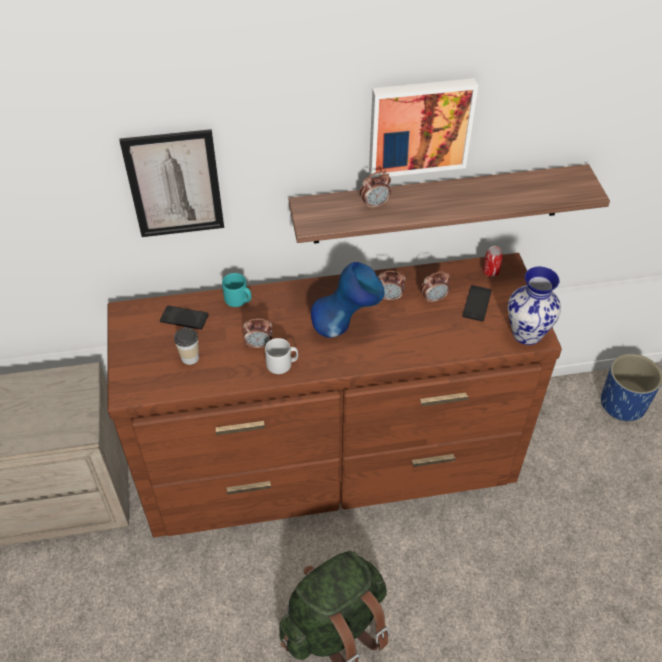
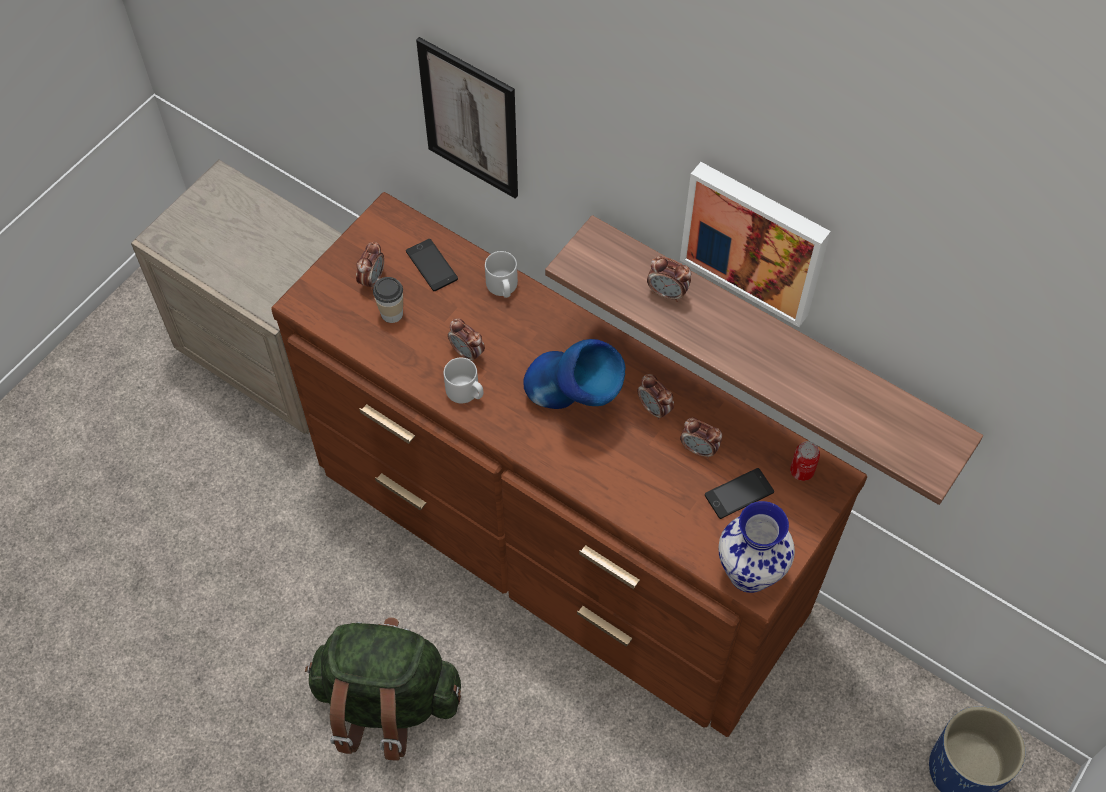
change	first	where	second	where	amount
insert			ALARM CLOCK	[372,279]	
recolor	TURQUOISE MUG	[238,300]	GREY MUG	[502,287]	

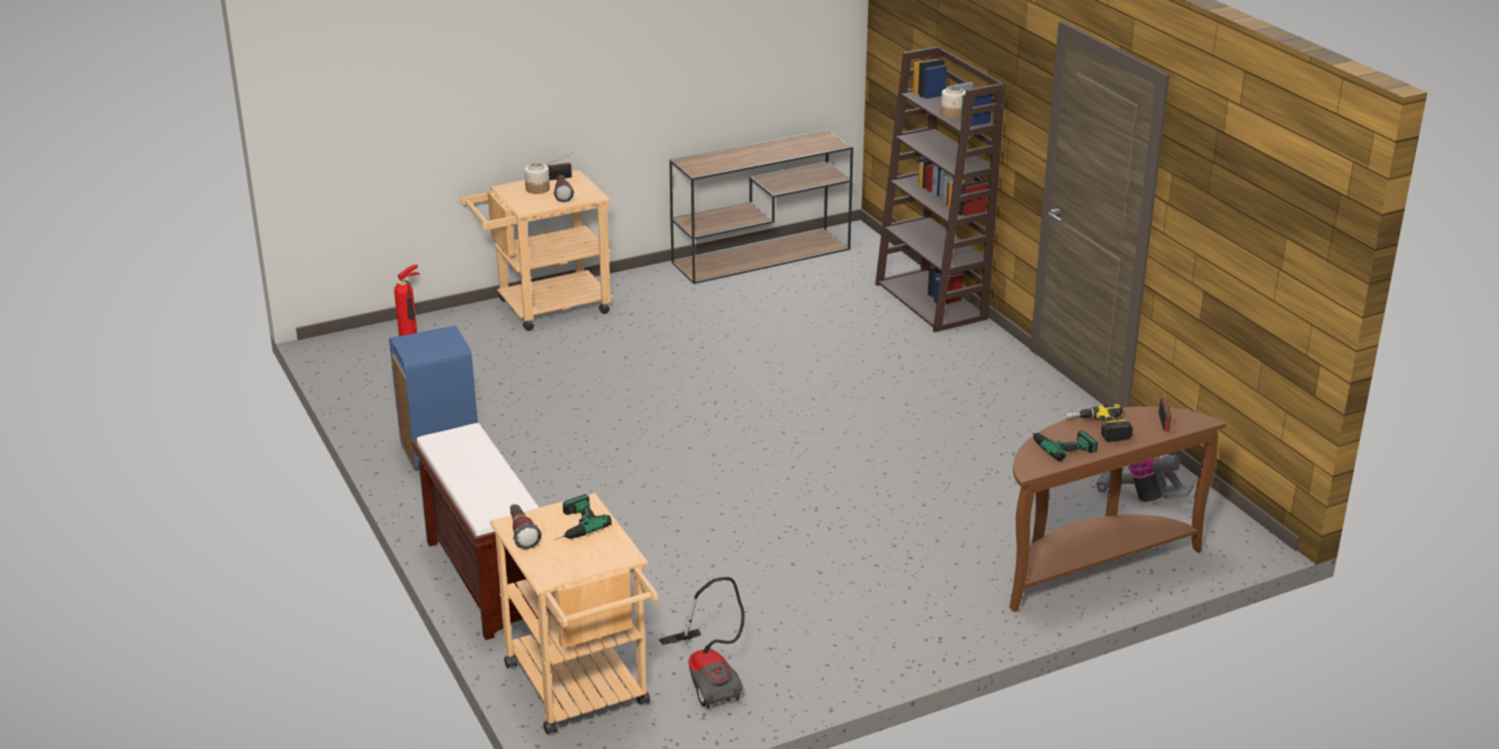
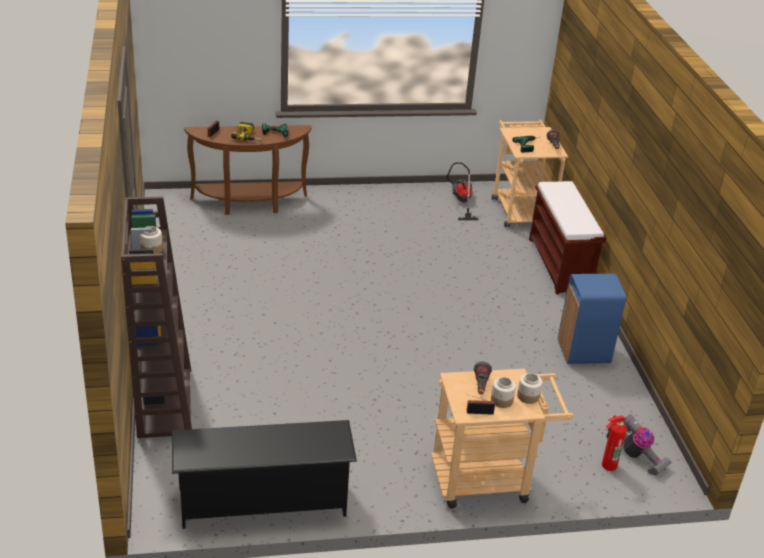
change	first	where	second	where	amount
replace	BROWN CONSOLE TABLE	[763,255]	BLACK SHOE RACK	[263,502]	
insert			JAR	[528,396]	
move	VACUUM CLEANER	[1141,497]		[636,456]	

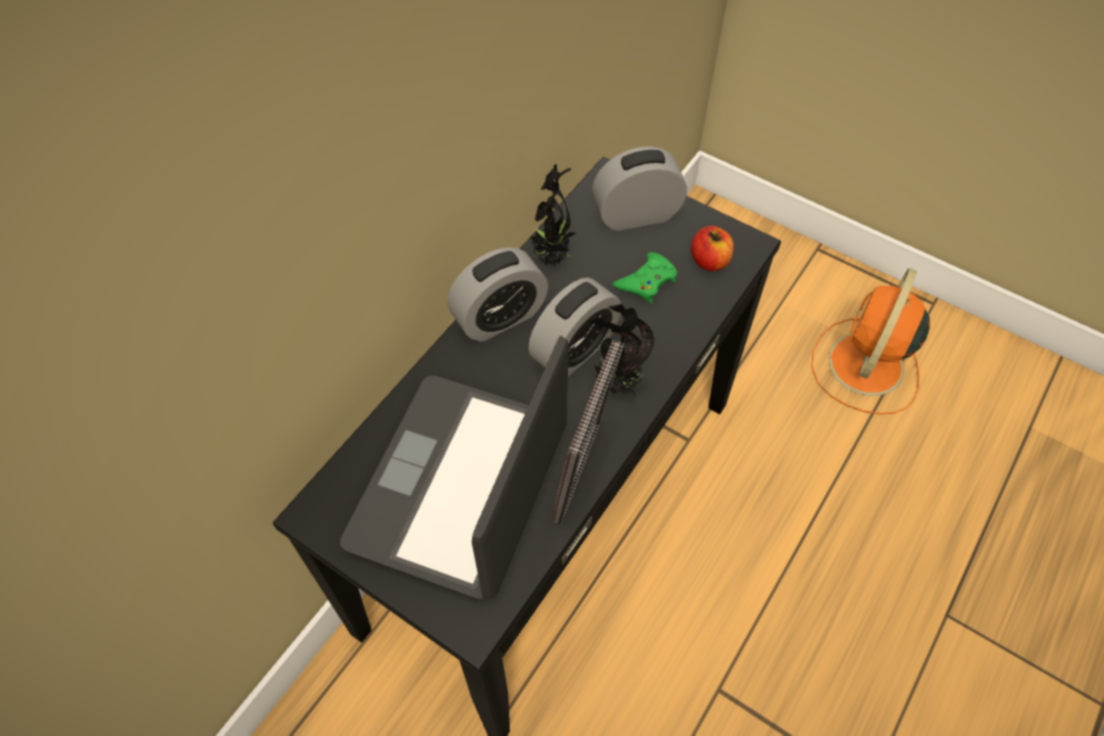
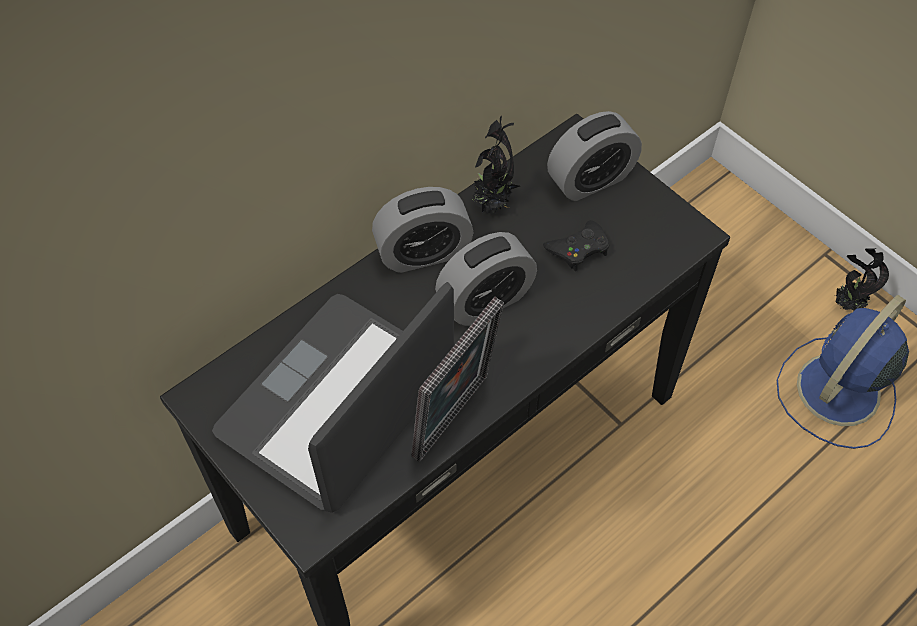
change	first	where	second	where	amount
recolor	GREEN GAME CONTROLLER	[646,281]	BLACK GAME CONTROLLER	[578,249]	
rotate	ALARM CLOCK	[636,215]		[590,180]	150 degrees clockwise
recolor	ORANGE FAN	[864,367]	BLUE FAN	[836,392]	
move	POTTED PLANT	[615,385]		[846,305]	
delete	APPLE	[709,261]			

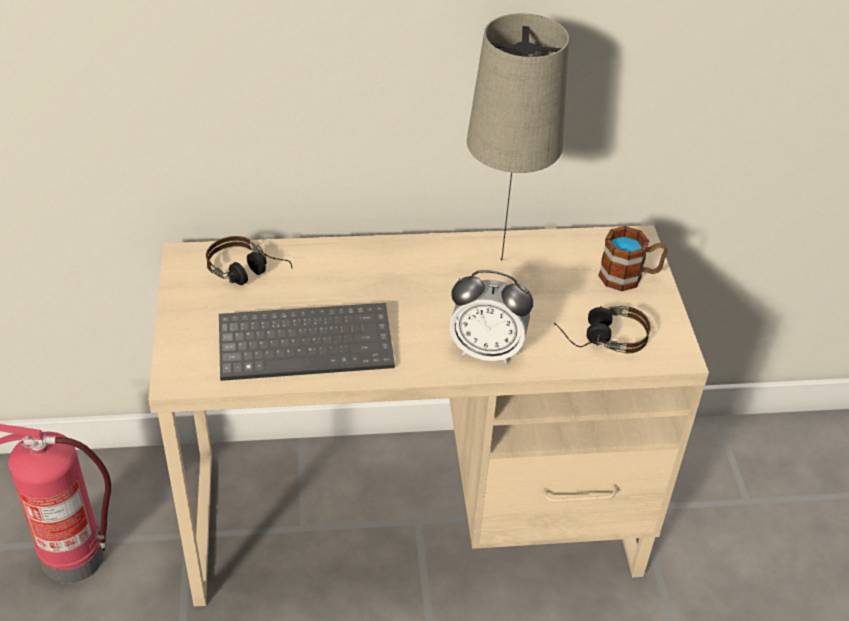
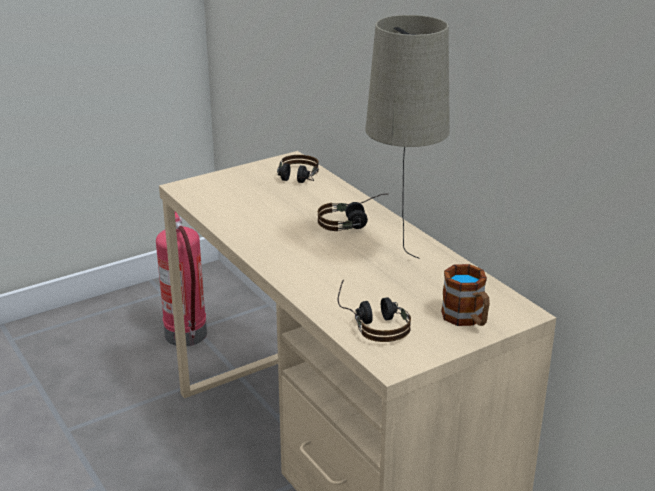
change	first	where	second	where	amount
insert			HEADPHONES	[354,222]	
delete	KEYBOARD	[308,342]			
delete	ALARM CLOCK	[486,350]			

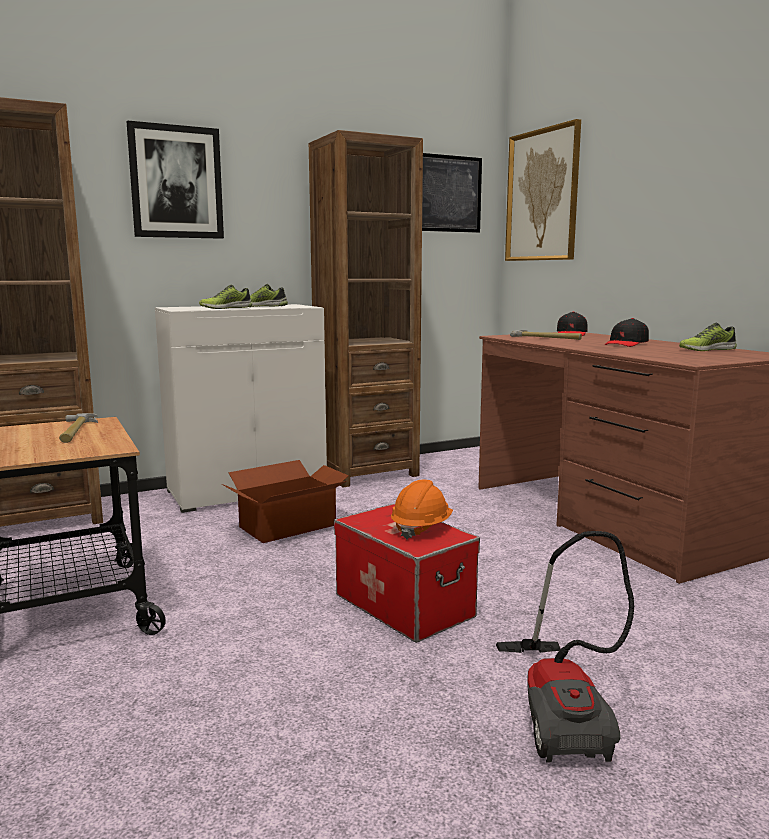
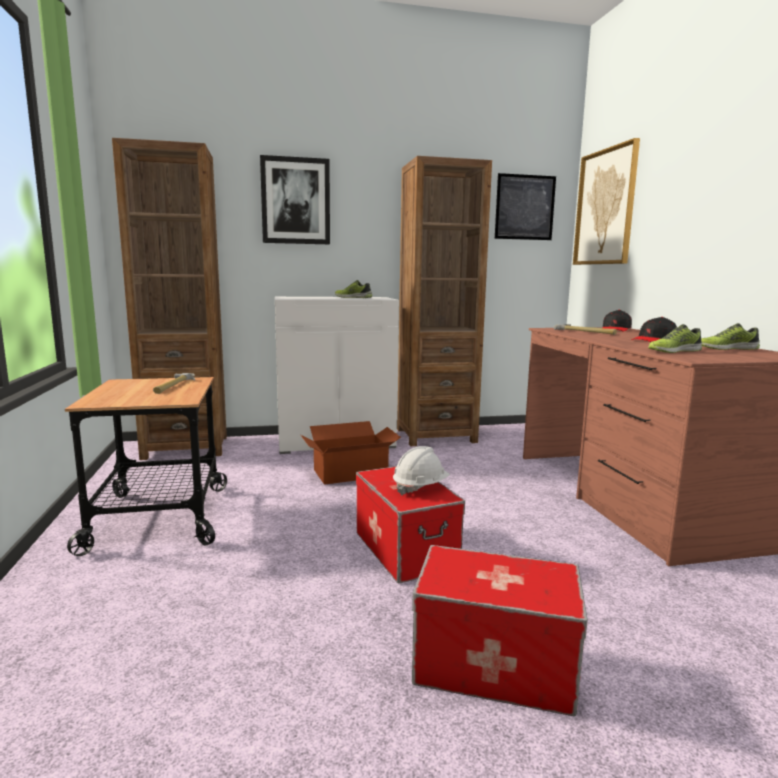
change	first	where	second	where	amount
recolor	ORANGE HARD HAT	[421,528]	WHITE HARD HAT	[420,487]	
replace	VACUUM CLEANER	[563,710]	STORAGE BOX	[493,667]	
move	SHOE	[225,308]		[673,351]	

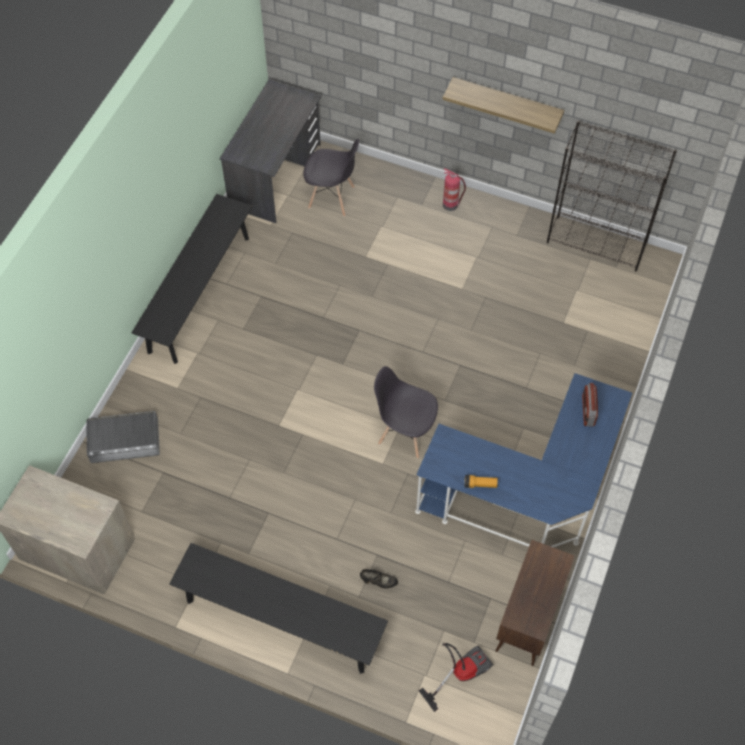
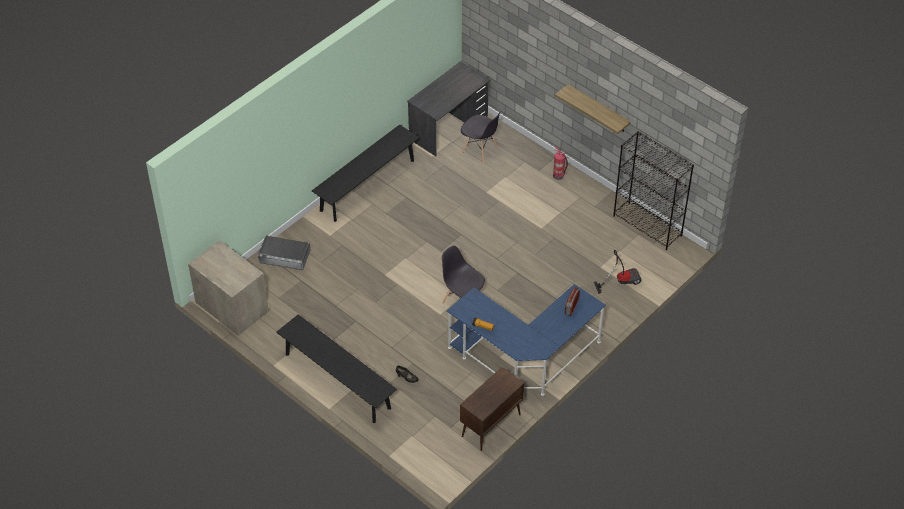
change	first	where	second	where	amount
move	VACUUM CLEANER	[460,672]		[621,280]	

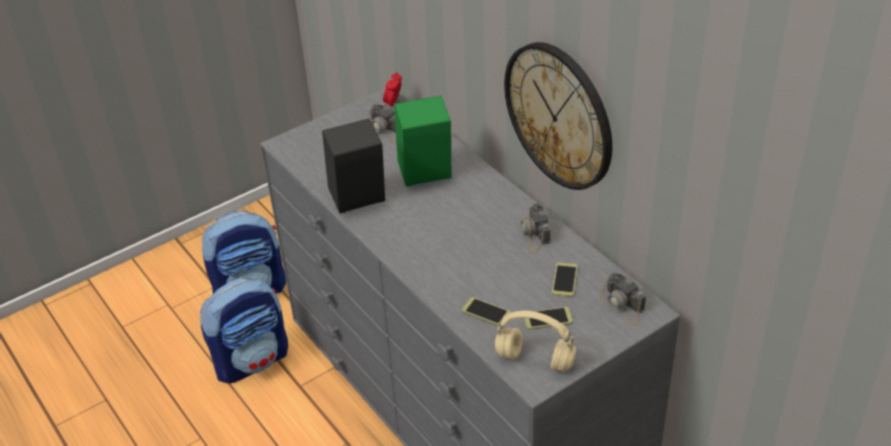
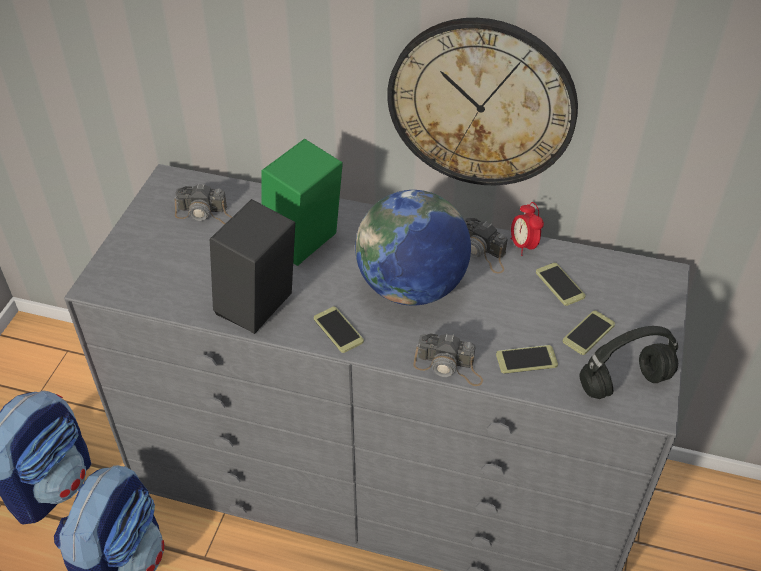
change	first	where	second	where	amount
insert			PHONE	[338,330]	
insert			GLOBE	[411,287]	
move	PHOTO CAMERA	[623,305]		[449,367]	
move	ALARM CLOCK	[393,104]		[523,246]	
recolor	BEIGE HEADPHONES	[536,360]	BLACK HEADPHONES	[625,382]	

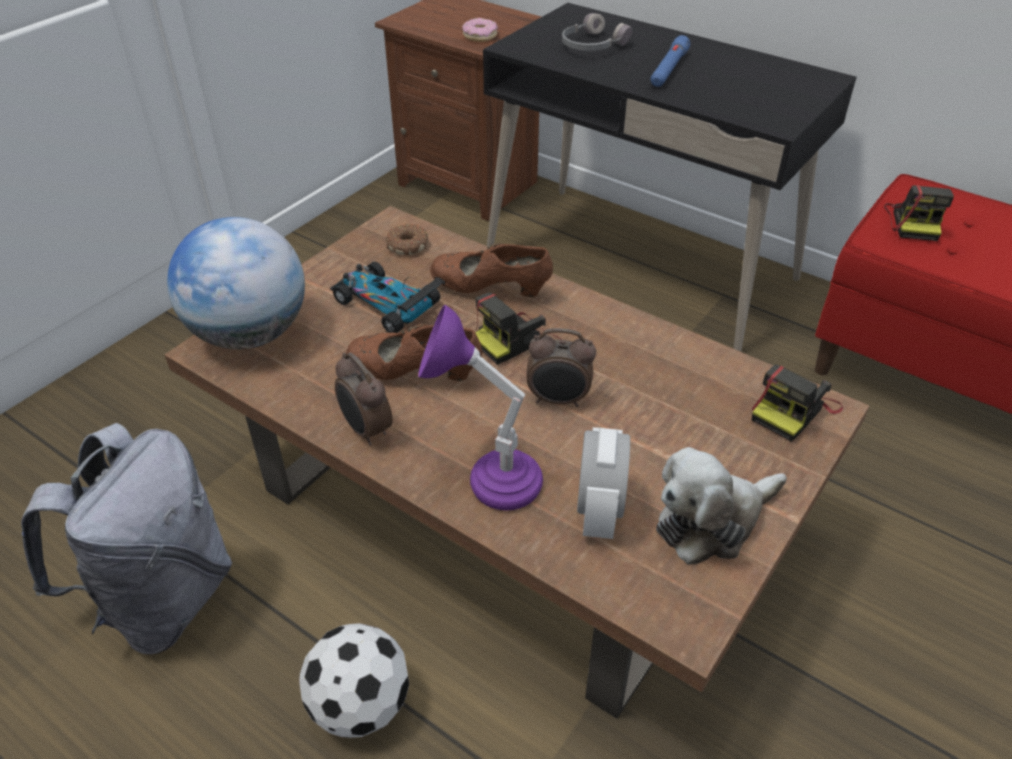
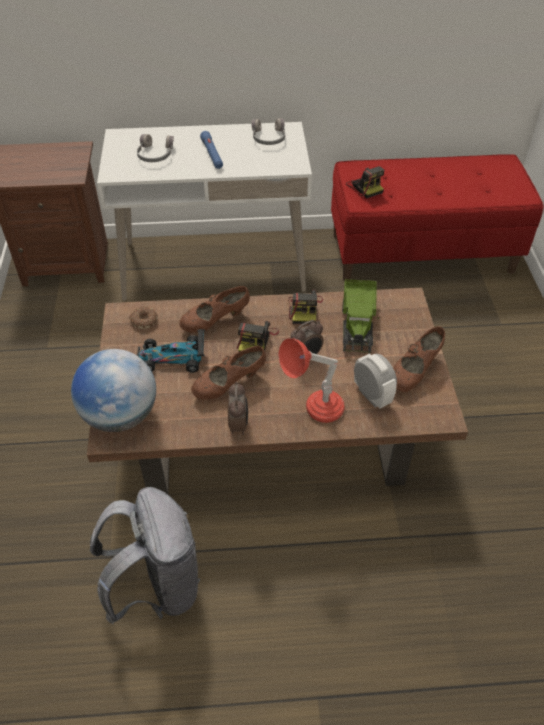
change	first	where	second	where	amount
recolor	BLACK DESK	[640,264]	WHITE DESK	[214,266]	
rotate	ALARM CLOCK	[366,430]		[239,425]	105 degrees counterclockwise
insert			GREY HEADPHONES	[268,138]	
recolor	PURPLE TABLE LAMP	[485,477]	RED TABLE LAMP	[314,411]	
move	PHOTO CAMERA	[793,410]		[304,310]	
insert			TOY TRUCK	[358,325]	
replace	PLUSH TOY	[712,521]	BROWN SHOE	[414,372]	
delete	FOOTBALL	[360,703]			
delete	DONUT	[480,36]			

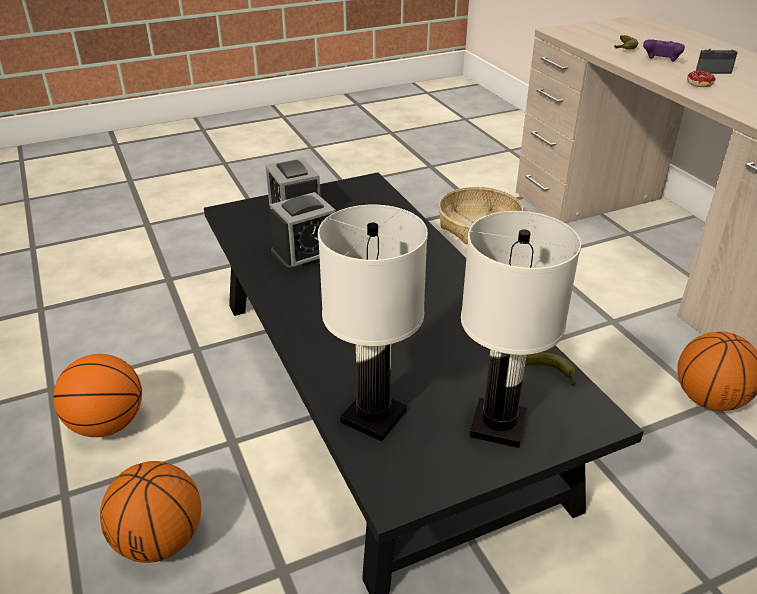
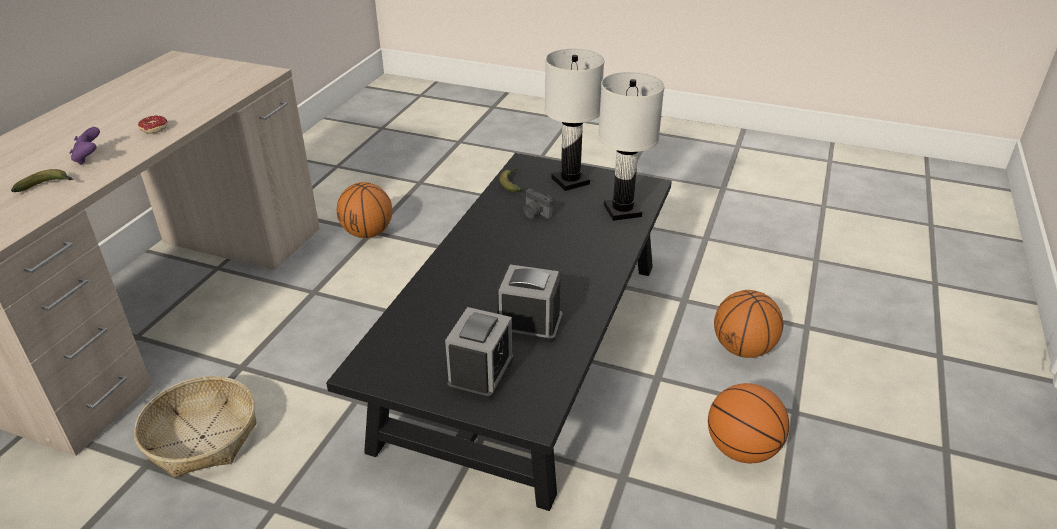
change	first	where	second	where	amount
move	PHOTO CAMERA	[711,70]		[535,214]	

